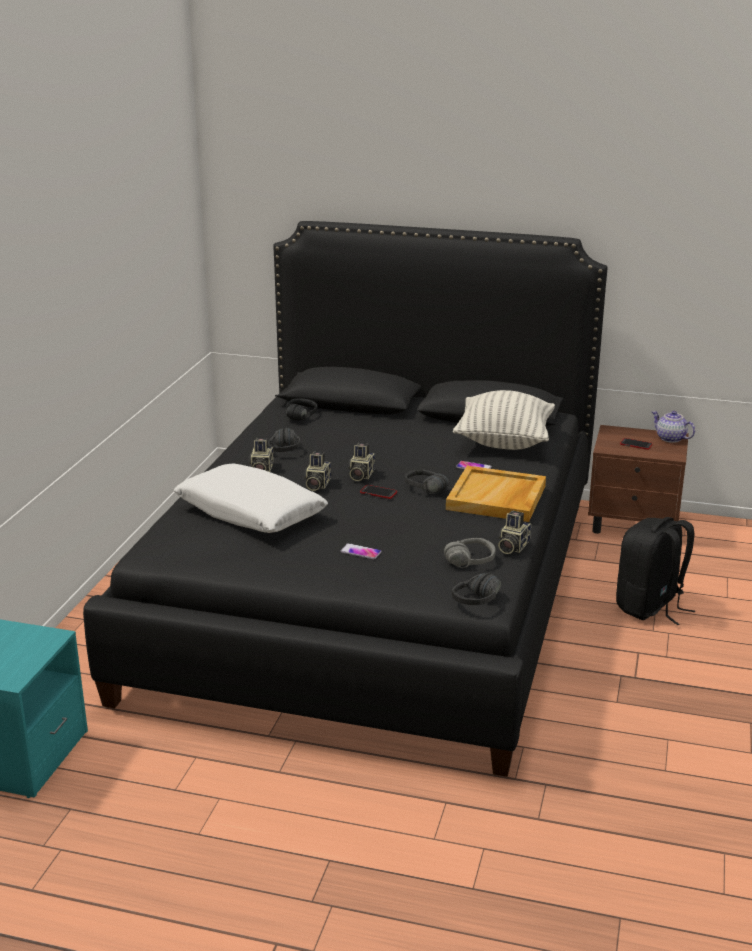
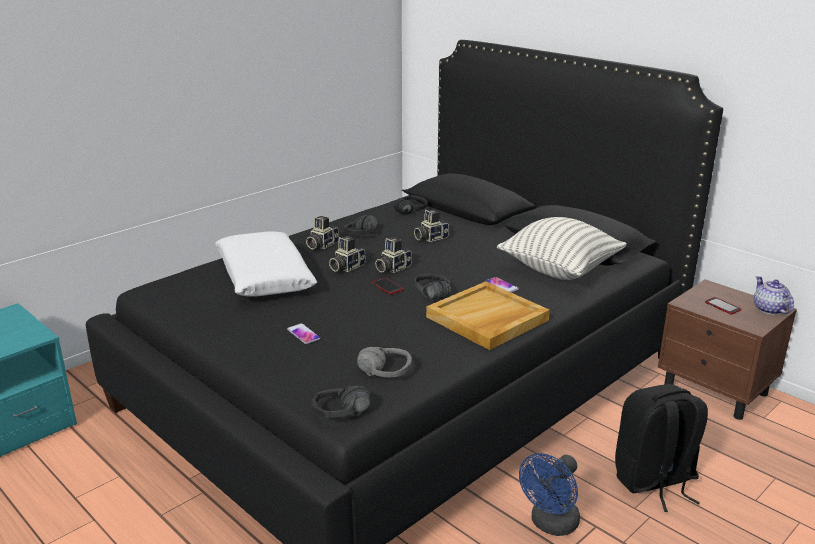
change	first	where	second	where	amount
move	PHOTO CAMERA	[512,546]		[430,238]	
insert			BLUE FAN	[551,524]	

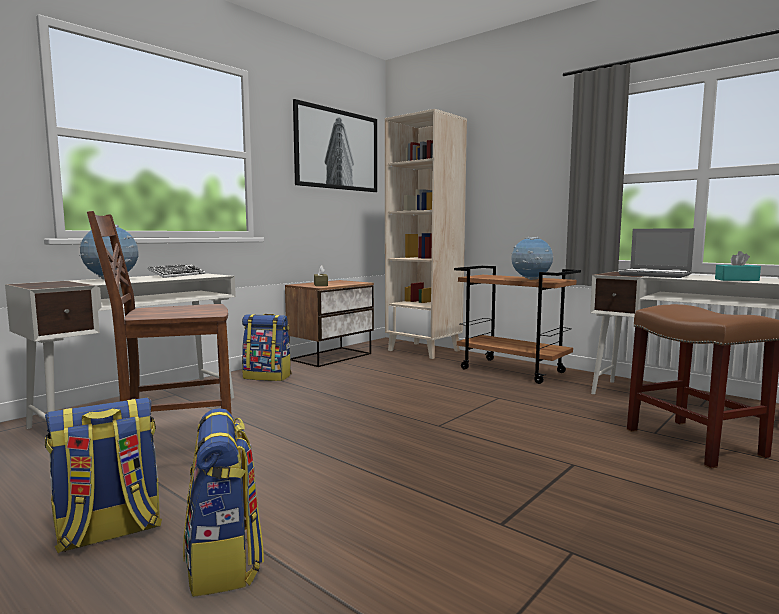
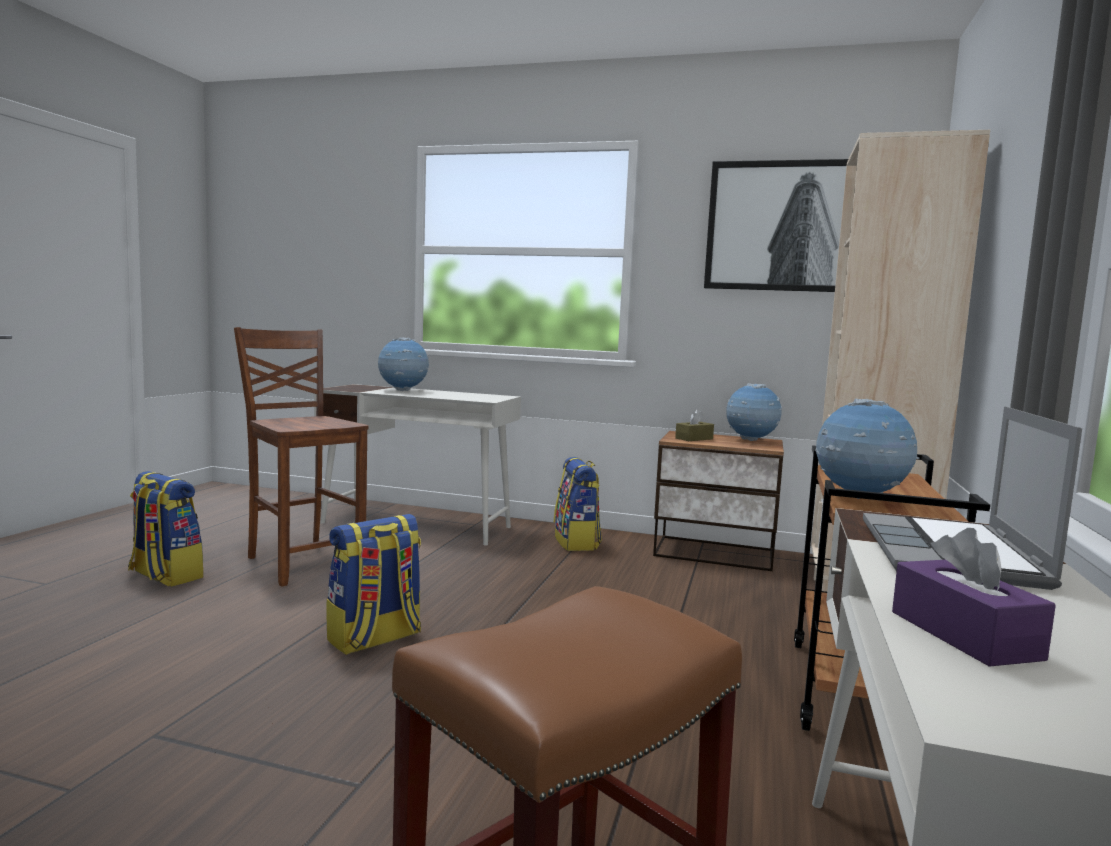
change	first	where	second	where	amount
move	BACKPACK	[225,562]		[375,639]	
insert			GLOBE	[751,440]	
recolor	TURQUOISE TISSUE BOX	[736,280]	PURPLE TISSUE BOX	[964,635]	
delete	KEYBOARD	[177,275]			

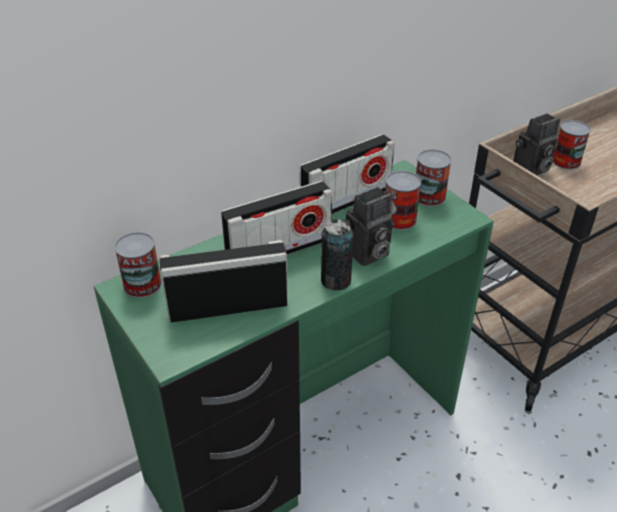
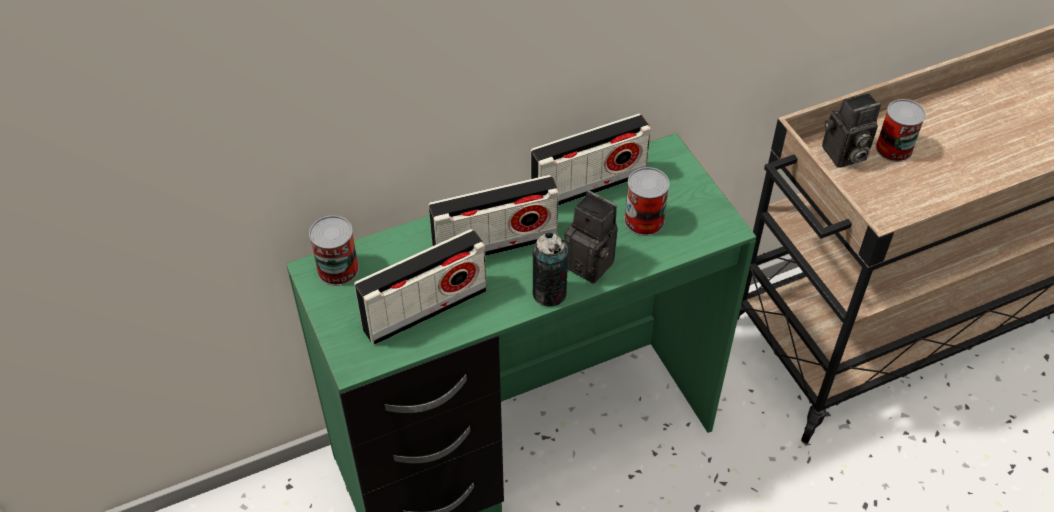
change	first	where	second	where	amount
rotate	RADIO	[228,306]		[425,309]	150 degrees clockwise
rotate	PHOTO CAMERA	[366,254]		[592,263]	120 degrees counterclockwise
delete	CAN	[429,196]			

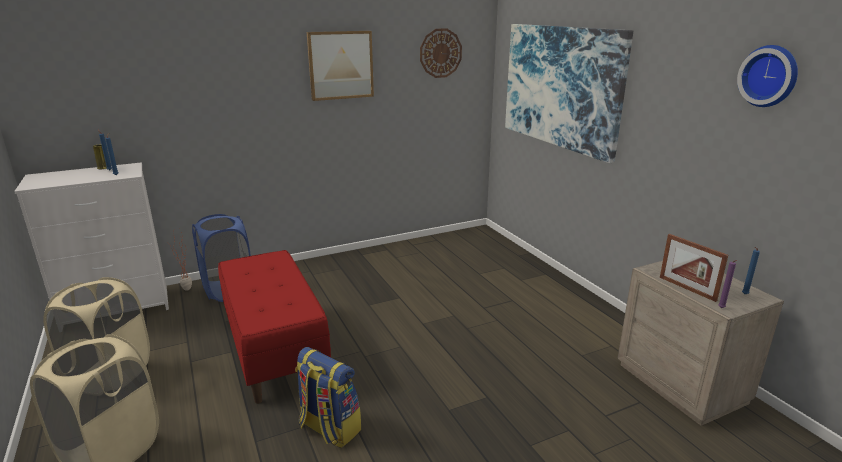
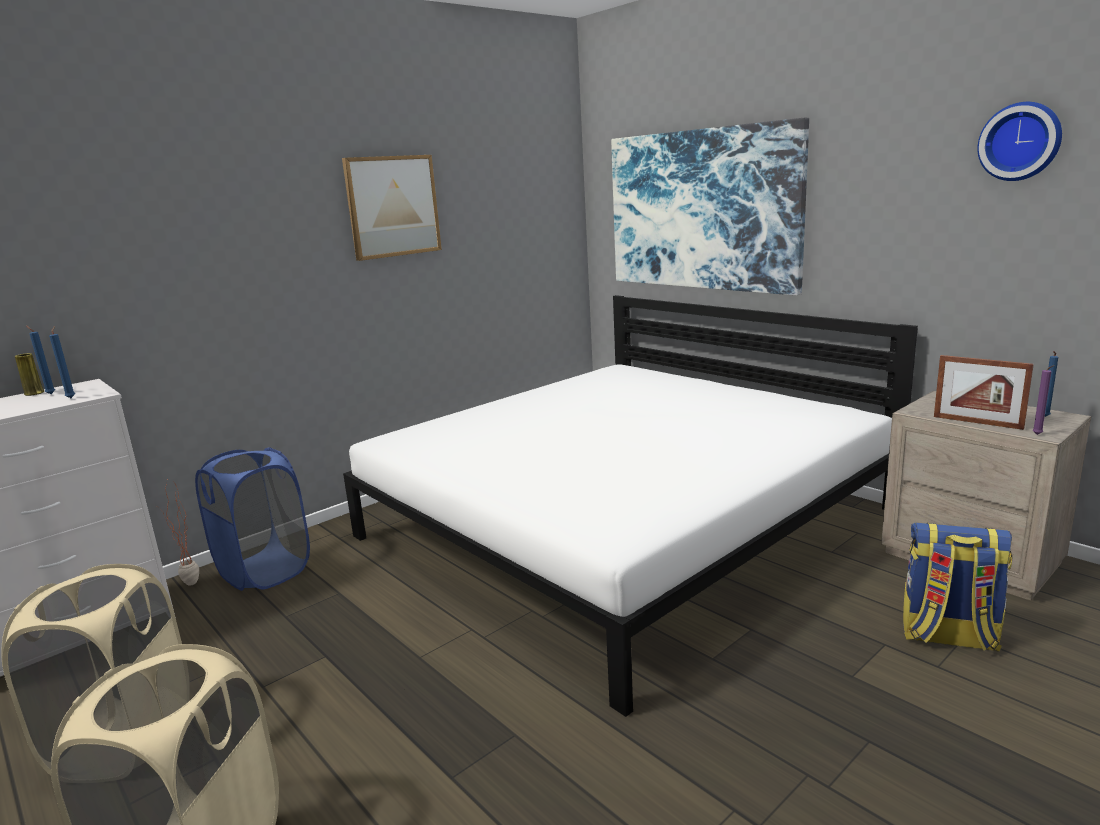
change	first	where	second	where	amount
insert			WHITE BED	[623,524]	
move	BACKPACK	[328,428]		[948,636]	
delete	RED BENCH	[275,349]			
delete	WALL CLOCK	[440,53]			

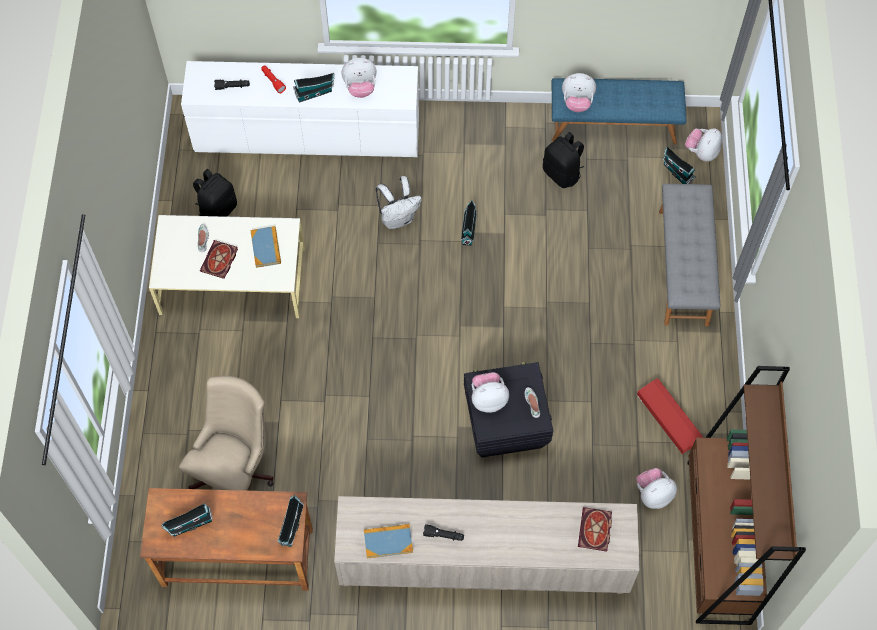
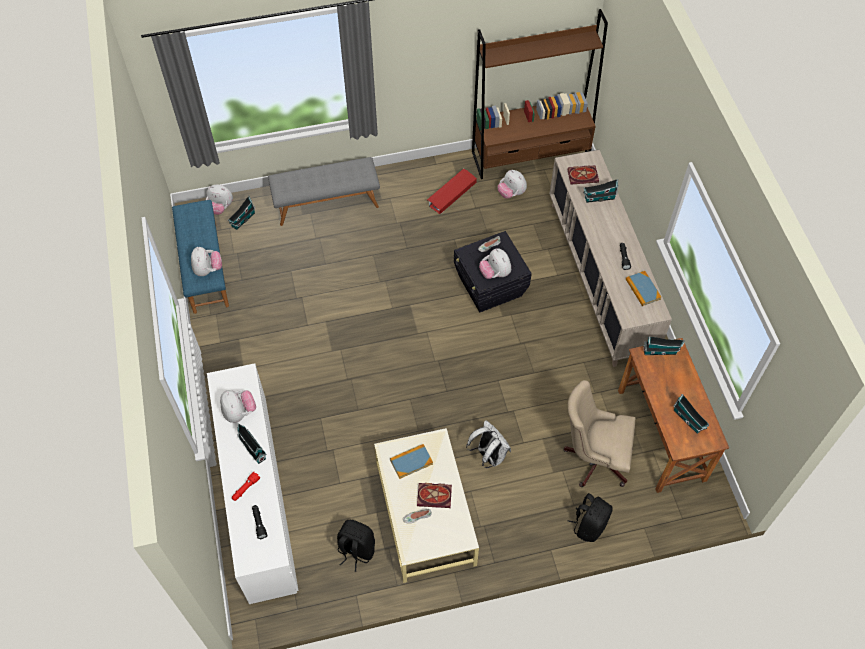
change	first	where	second	where	amount
move	WHITE BACKPACK	[398,218]		[489,455]	
move	BLACK BACKPACK	[562,173]		[589,525]	
move	TOY HOUSE	[468,229]		[598,198]	

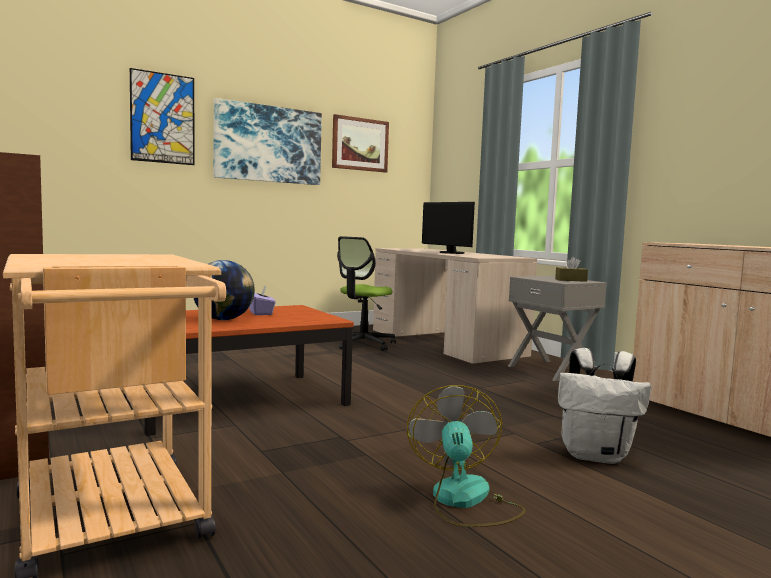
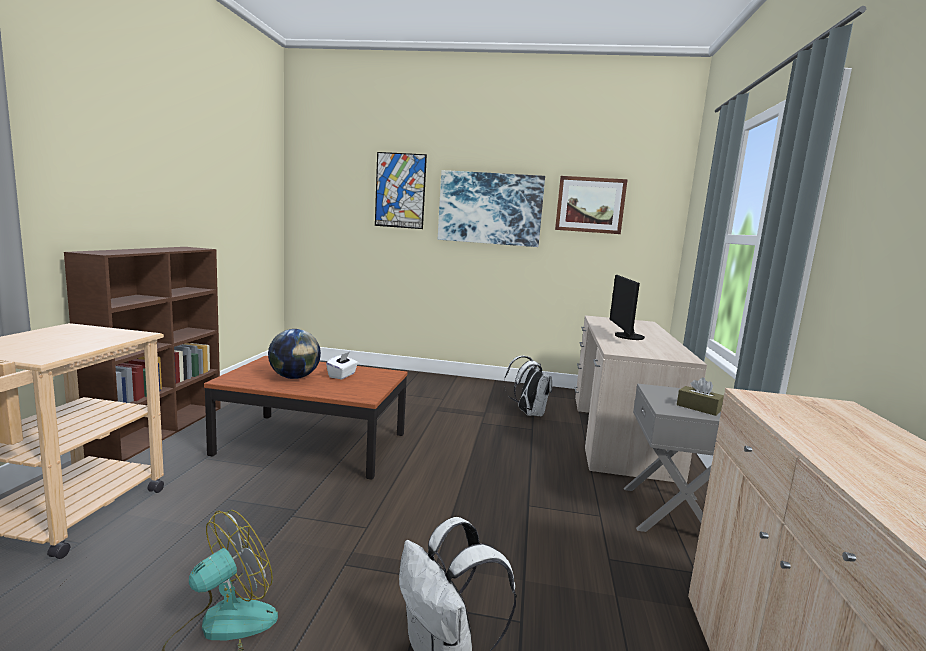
change	first	where	second	where	amount
recolor	PURPLE TISSUE BOX	[261,313]	WHITE TISSUE BOX	[342,375]	
replace	OFFICE CHAIR	[362,344]	WHITE BACKPACK	[528,413]	

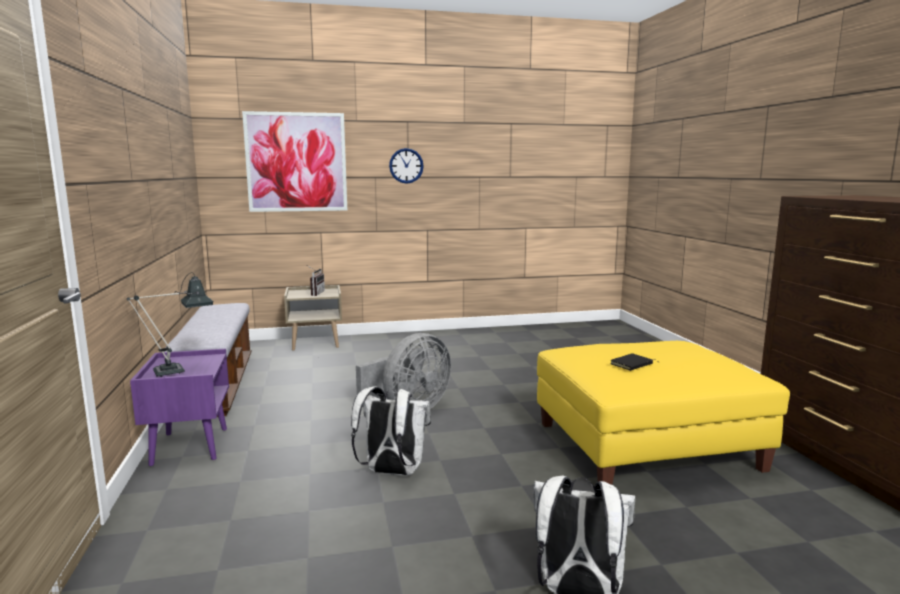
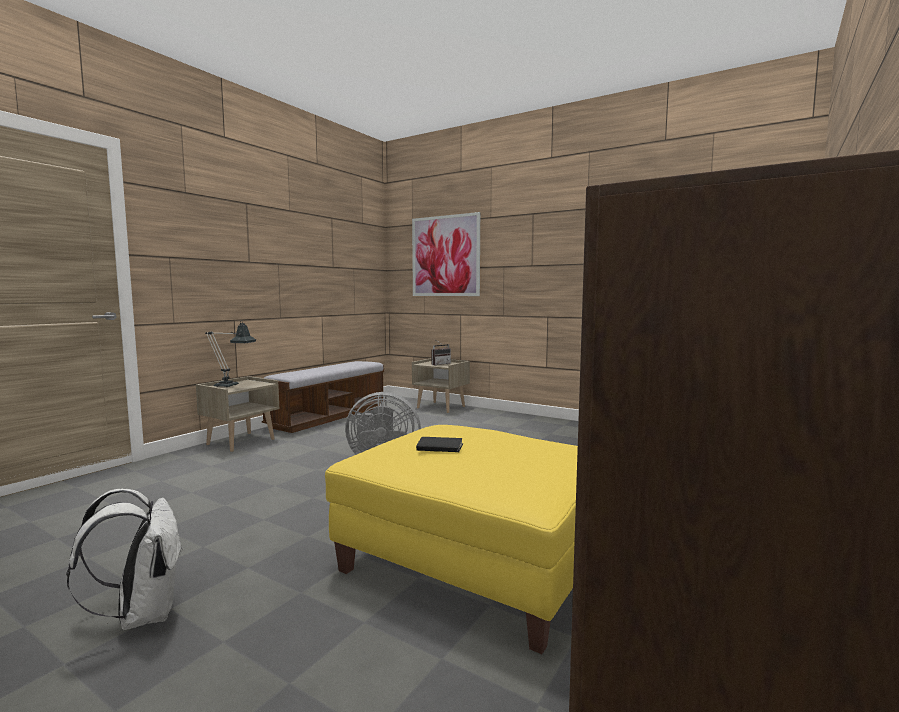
change	first	where	second	where	amount
recolor	PURPLE NIGHTSTAND	[189,446]	BEIGE NIGHTSTAND	[241,441]	
delete	WHITE BACKPACK	[391,472]			
delete	WALL CLOCK	[406,165]			

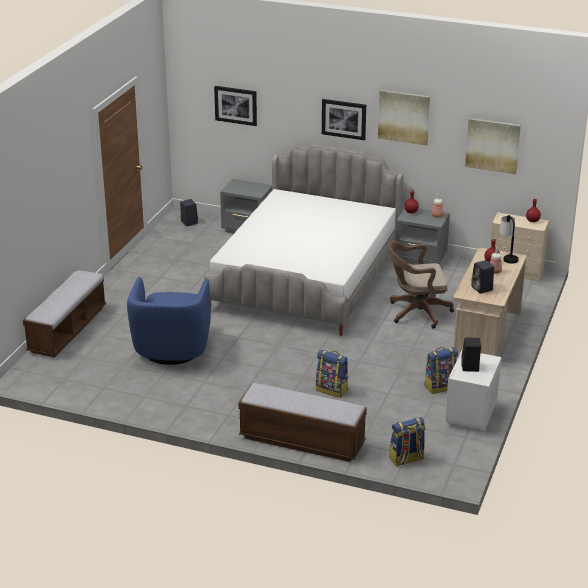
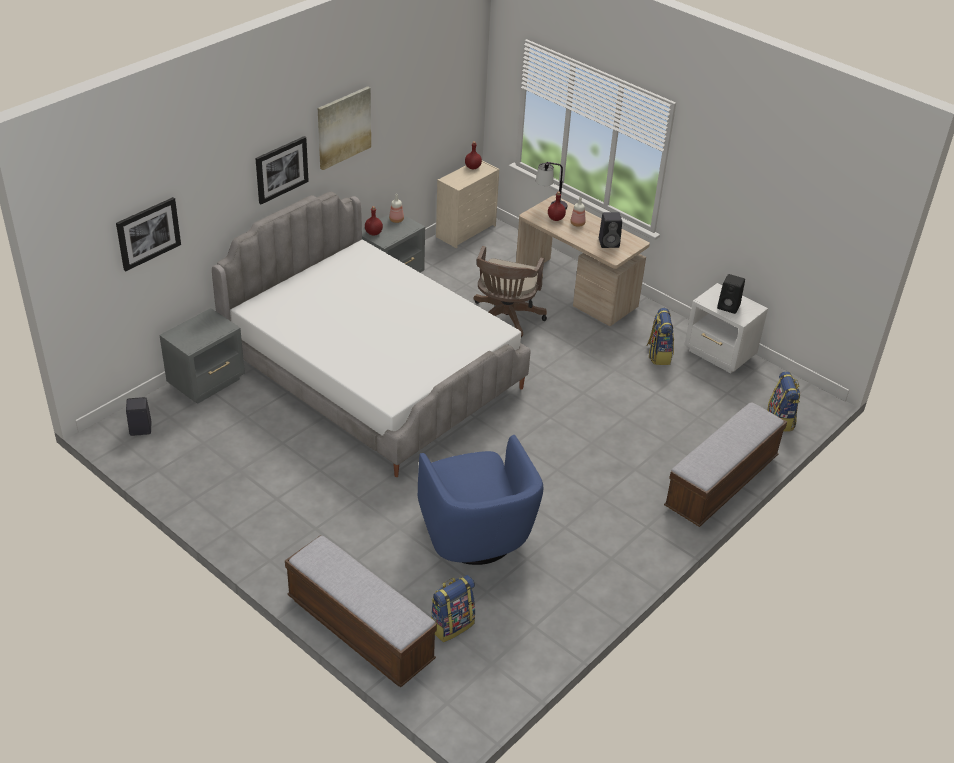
change	first	where	second	where	amount
rotate	BLUE ARMCHAIR	[171,350]		[475,537]	45 degrees clockwise
move	BACKPACK	[332,390]		[451,625]	
delete	PICTURE	[492,145]			

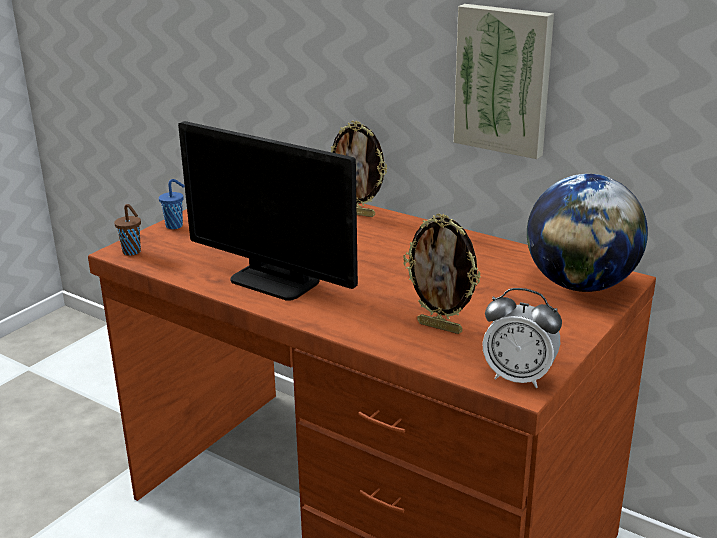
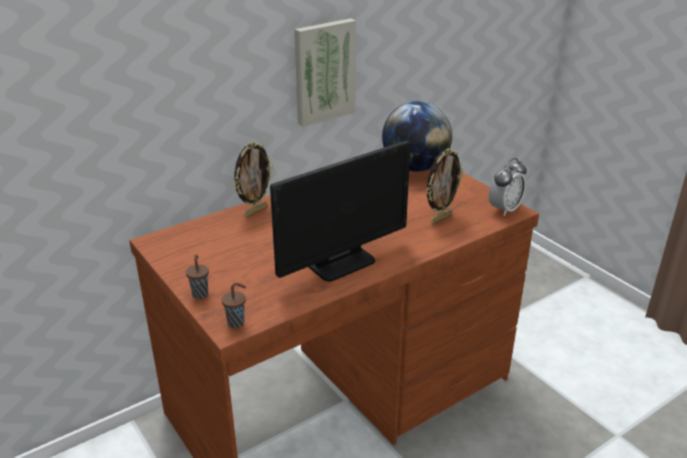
change	first	where	second	where	amount
recolor	BLUE CUP	[175,226]	BROWN CUP	[200,294]	

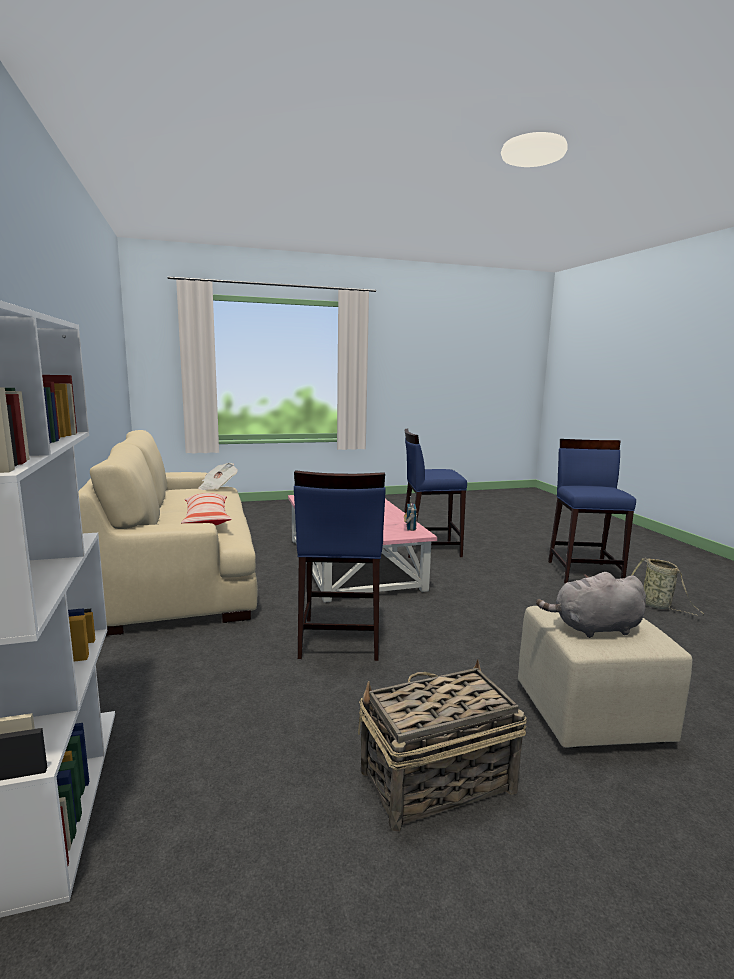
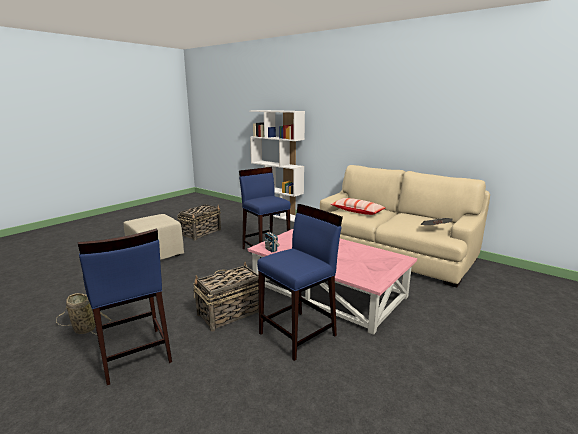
change	first	where	second	where	amount
insert			BASKET	[230,313]	
delete	GREY PLUSH TOY	[593,628]			

